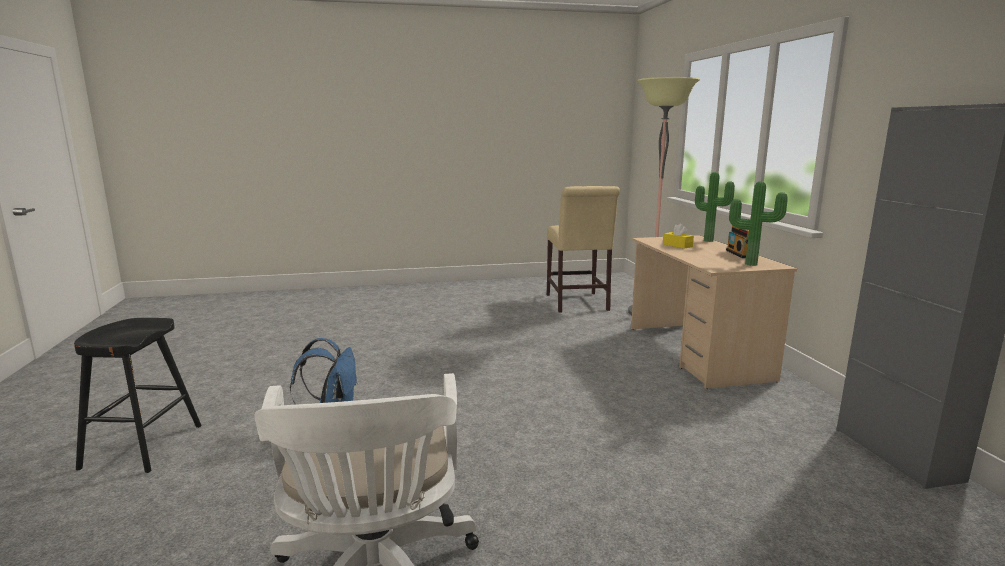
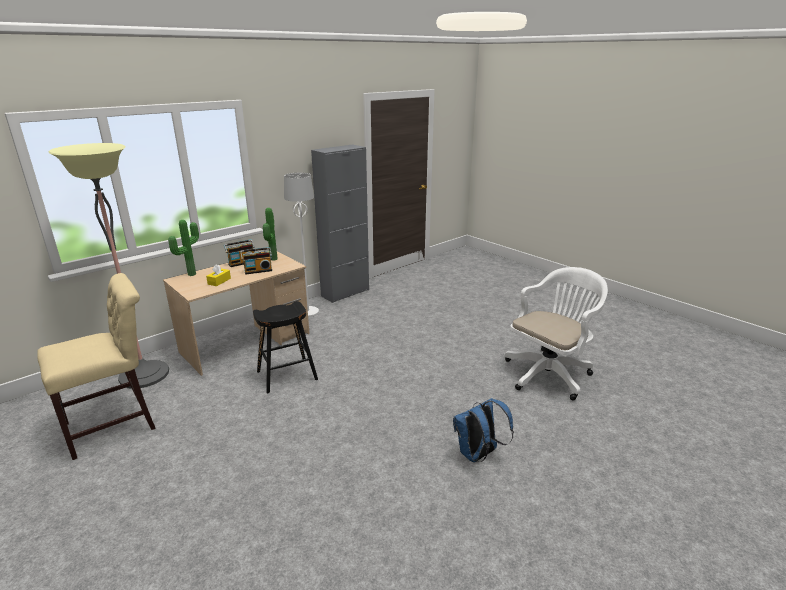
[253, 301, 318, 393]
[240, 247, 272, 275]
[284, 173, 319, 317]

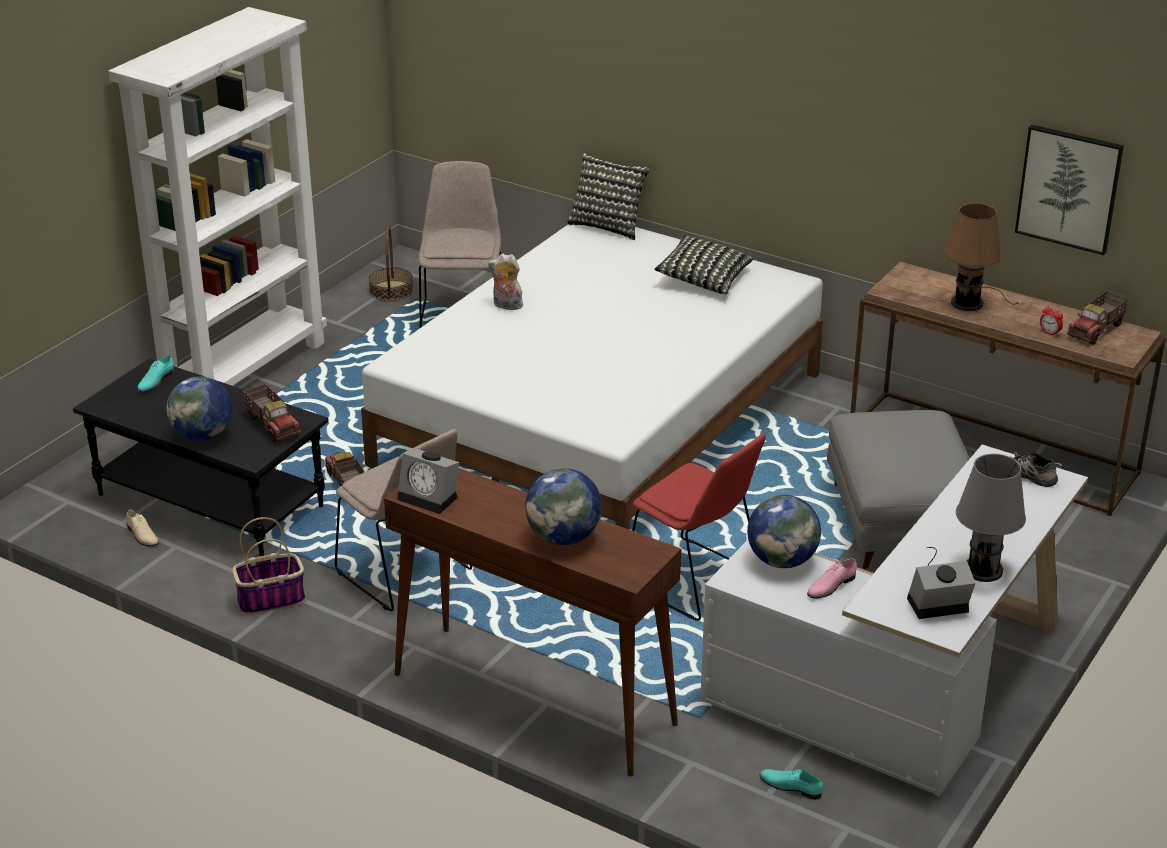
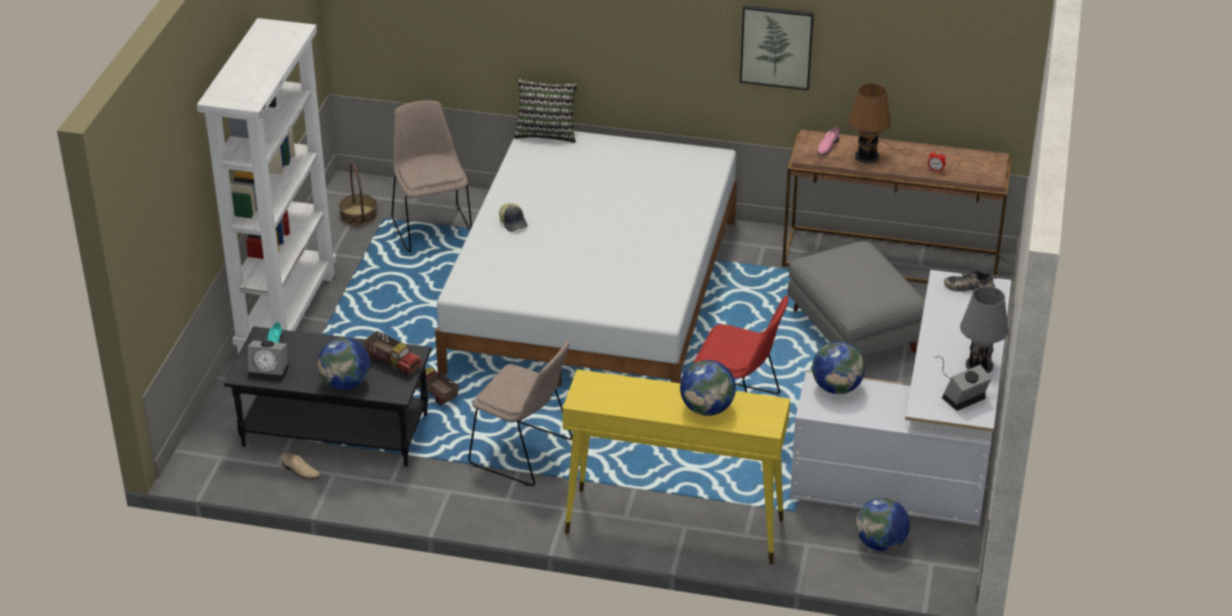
[232, 517, 305, 615] (first image)
[562, 369, 790, 565]
[248, 340, 289, 382]
[499, 203, 527, 232]
[654, 235, 753, 294] (first image)
[856, 498, 910, 551]
[817, 127, 839, 155]
[740, 5, 814, 90]
[1067, 291, 1129, 345] (first image)

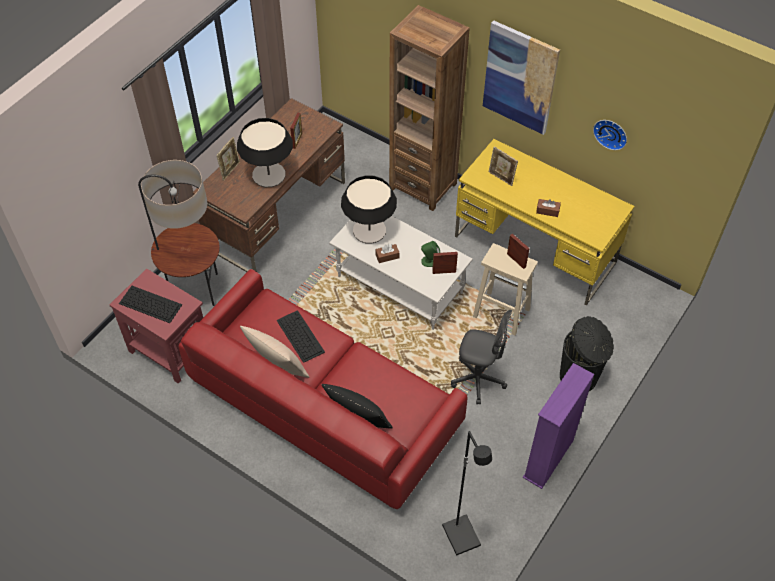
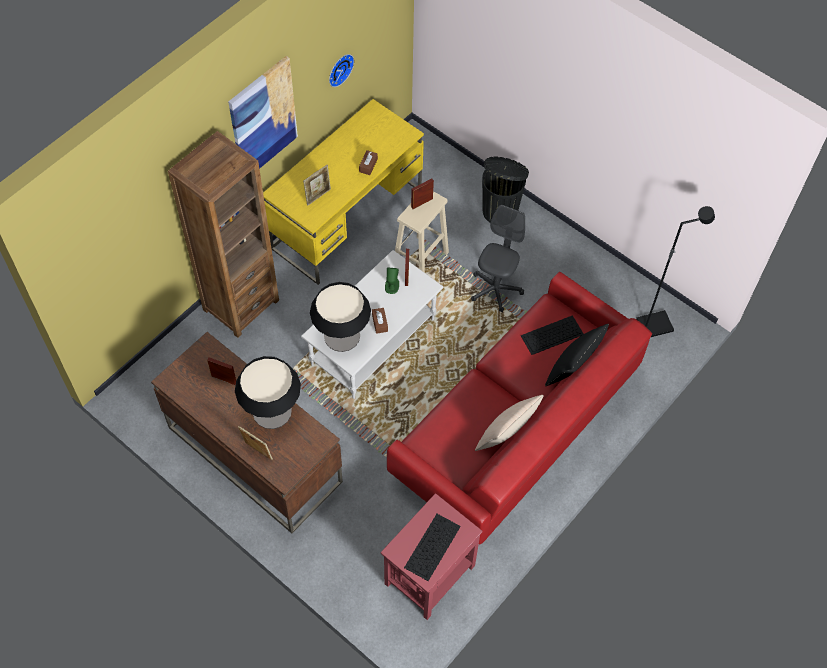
[138, 160, 220, 306] (first image)
[521, 315, 584, 355]
[523, 363, 594, 489] (first image)

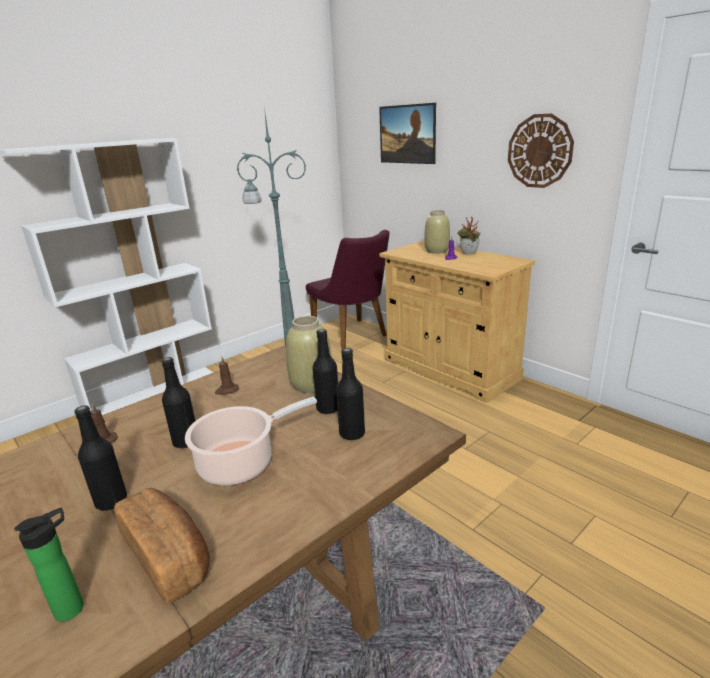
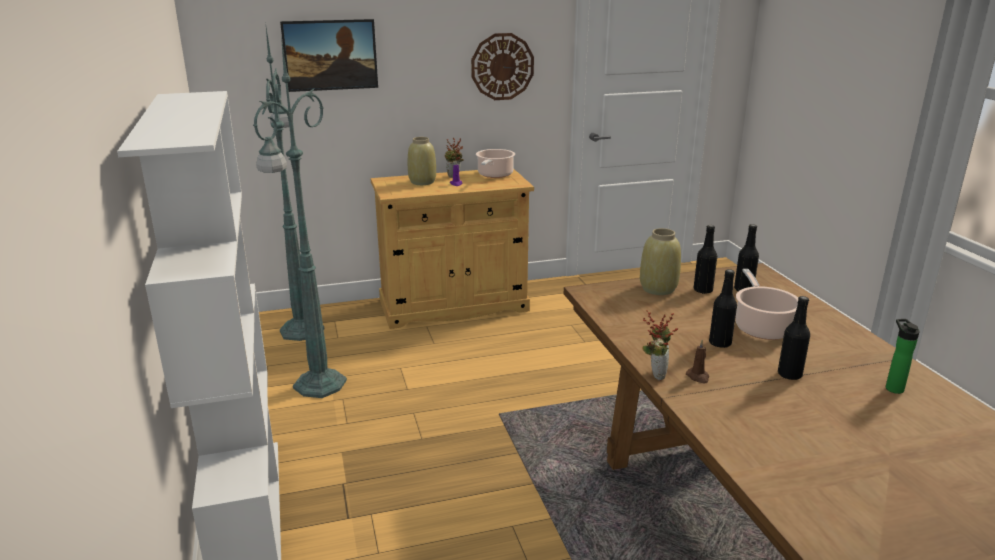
[114, 488, 210, 603] (first image)
[215, 356, 239, 395] (first image)
[266, 28, 324, 341]
[476, 149, 515, 178]
[642, 310, 678, 381]

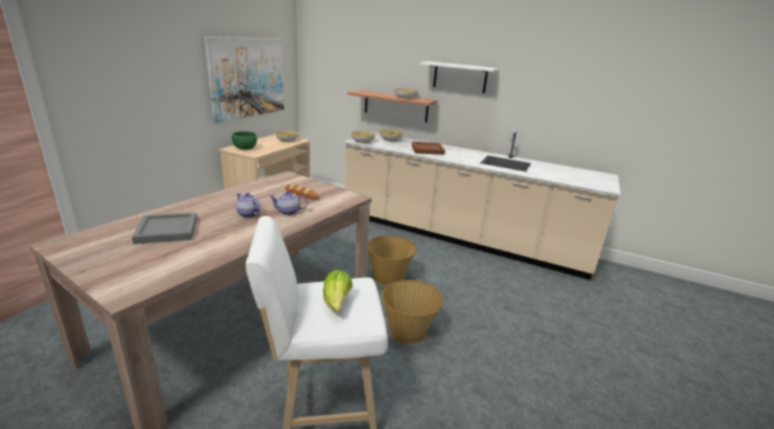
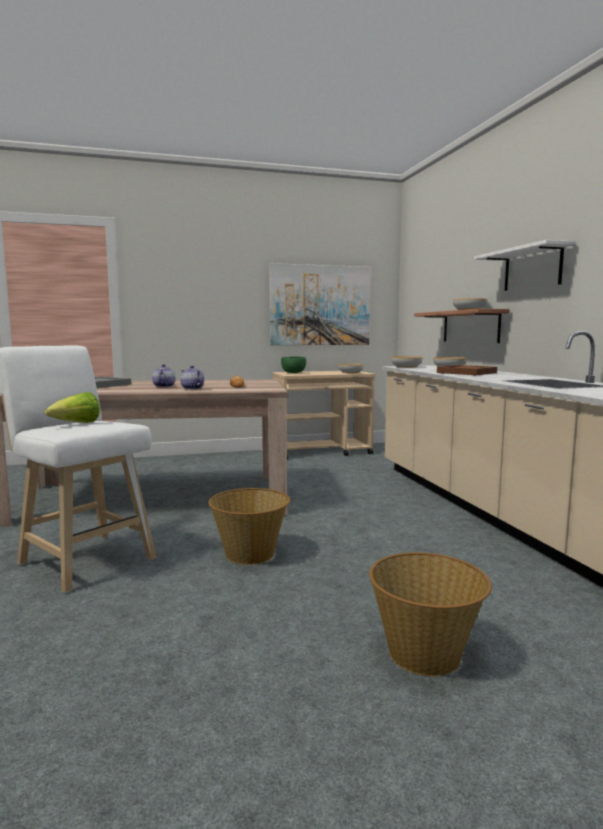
[369, 552, 492, 676]

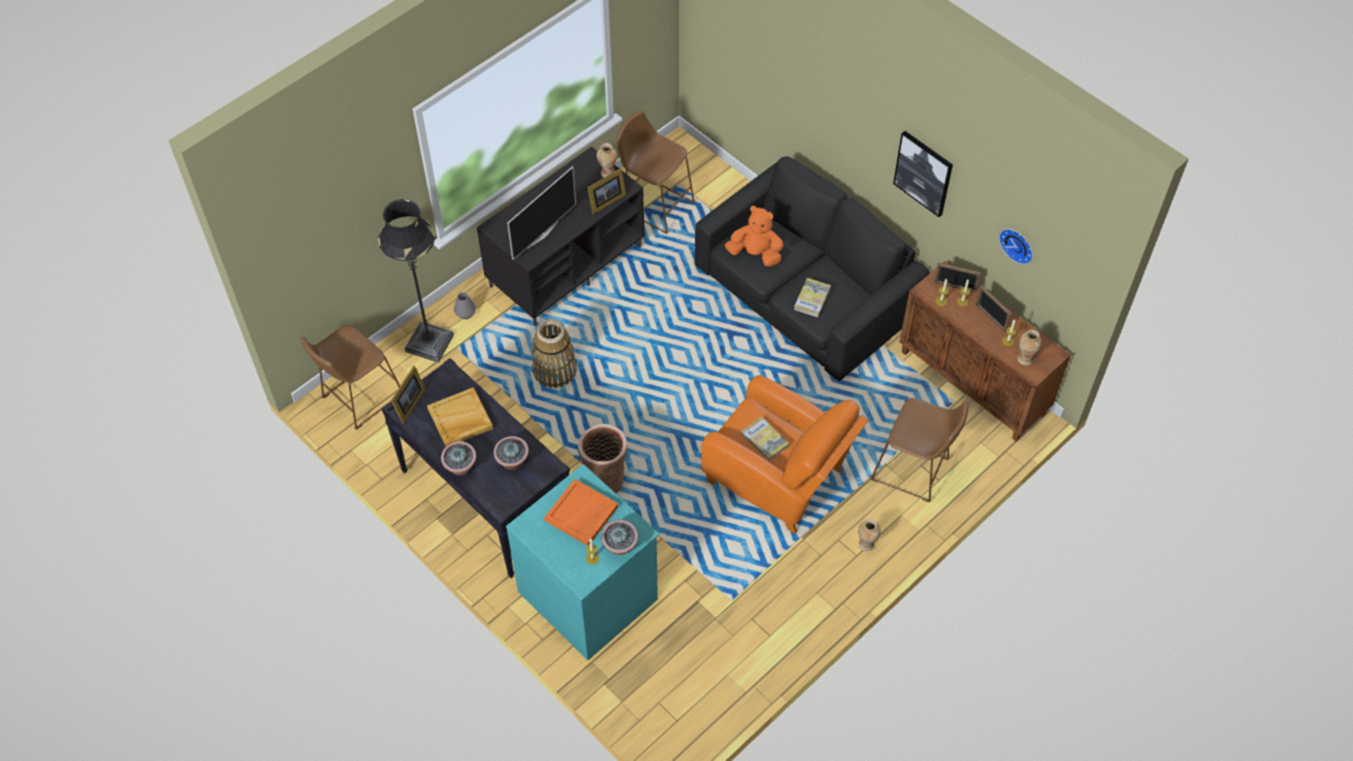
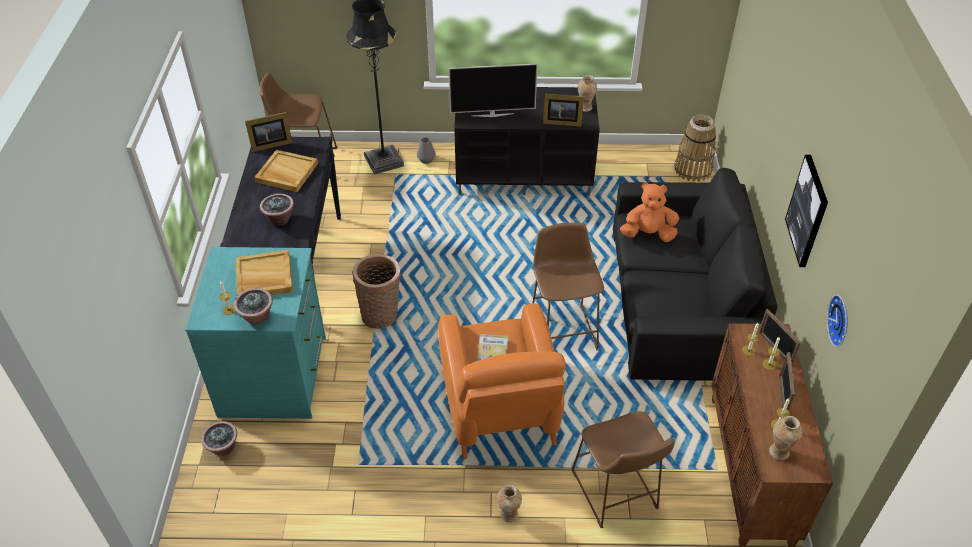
[201, 421, 237, 456]
[674, 115, 716, 182]
[236, 250, 293, 296]
[532, 223, 604, 350]
[620, 182, 679, 242]
[794, 278, 831, 317] (first image)

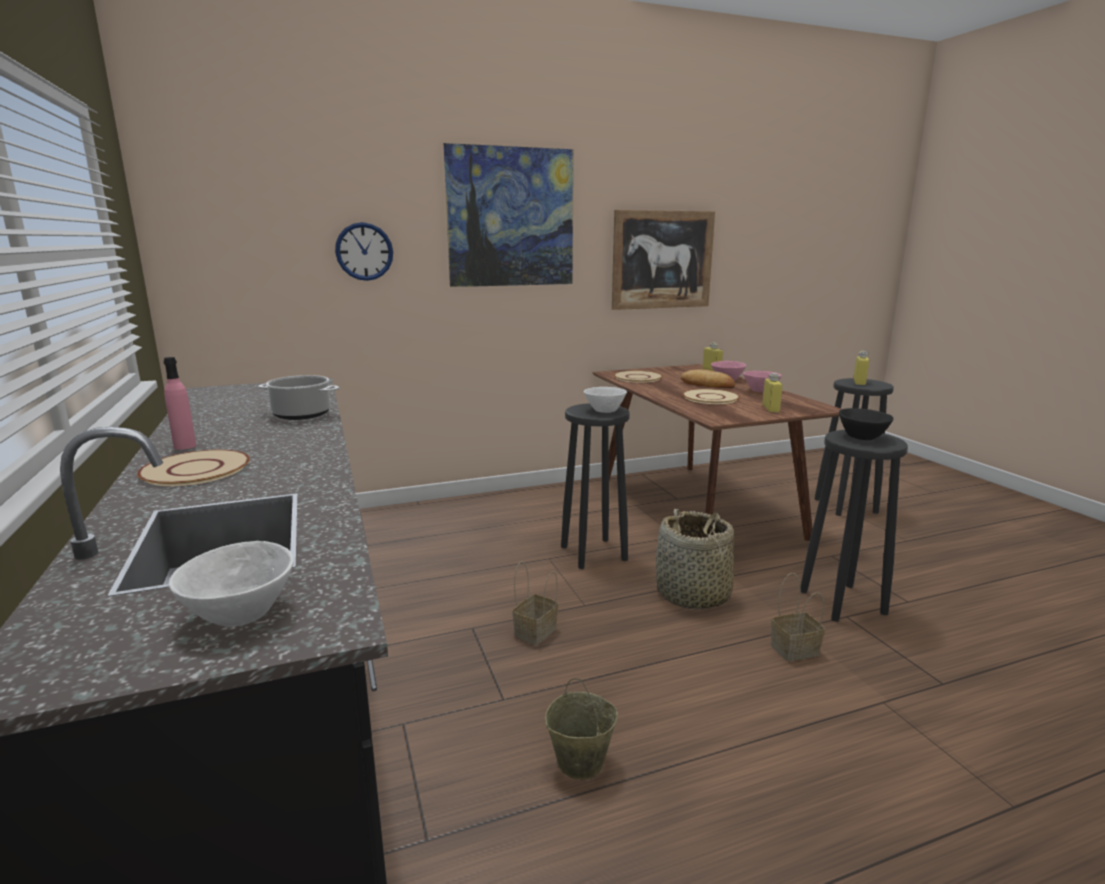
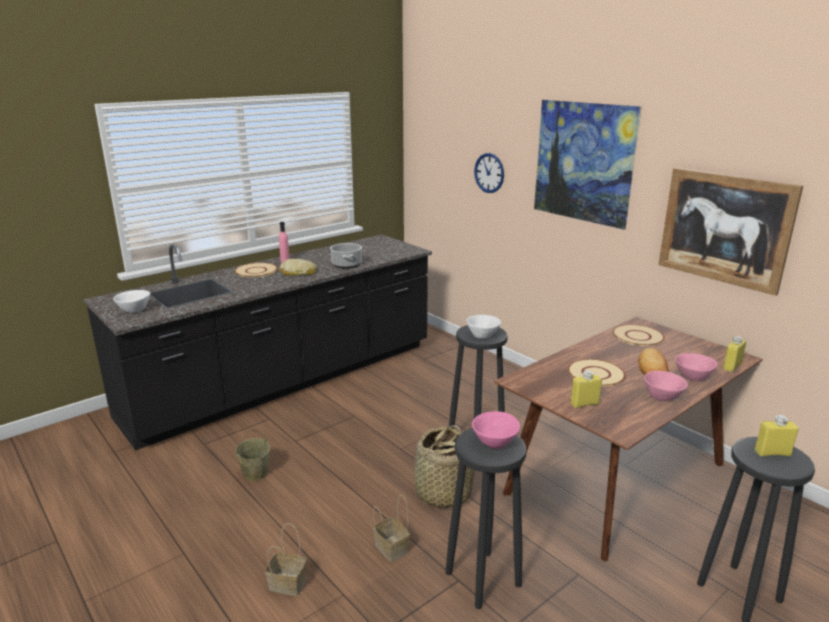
[265, 523, 307, 596]
[472, 411, 520, 449]
[280, 259, 317, 275]

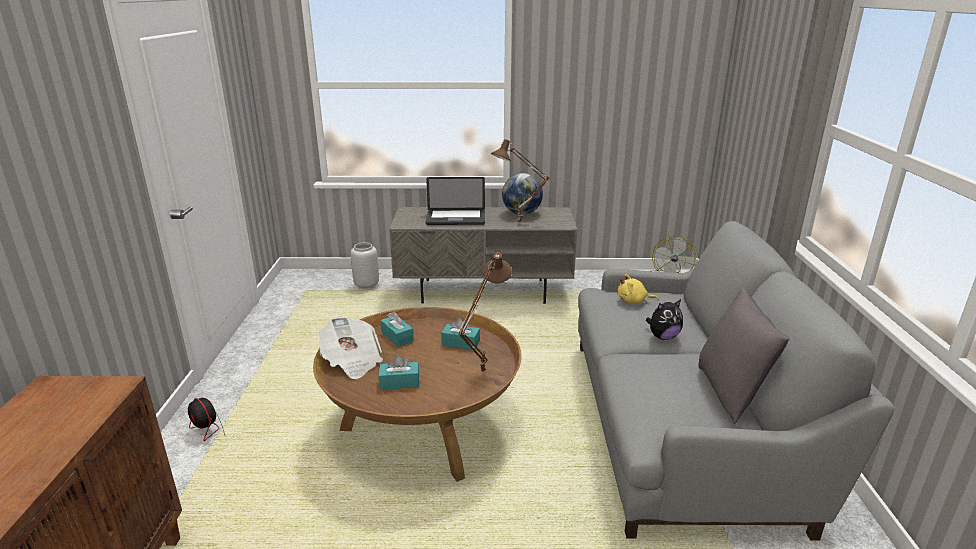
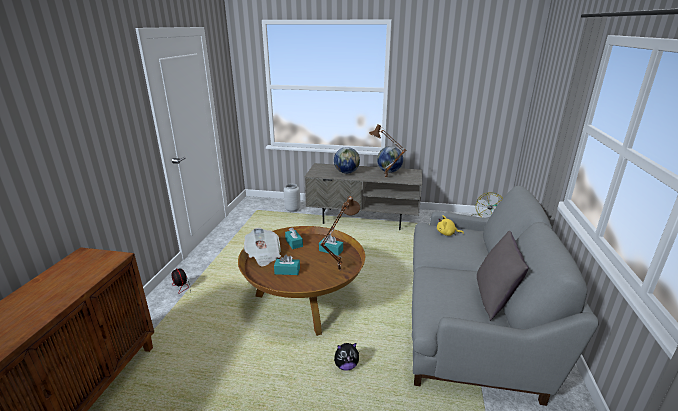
[334, 147, 360, 174]
[334, 343, 359, 371]

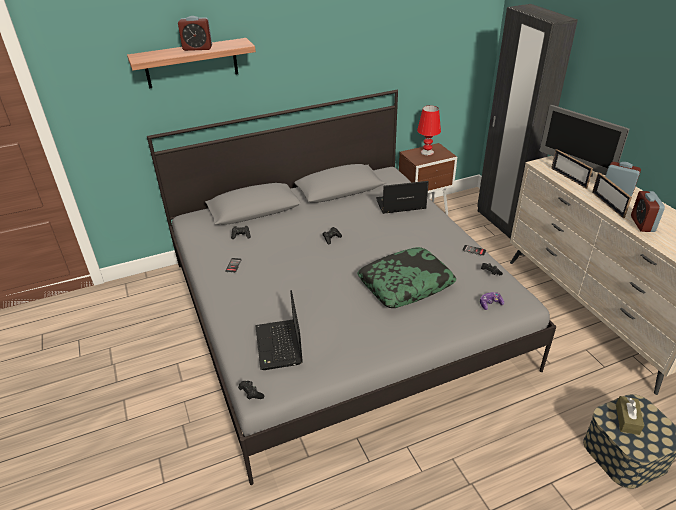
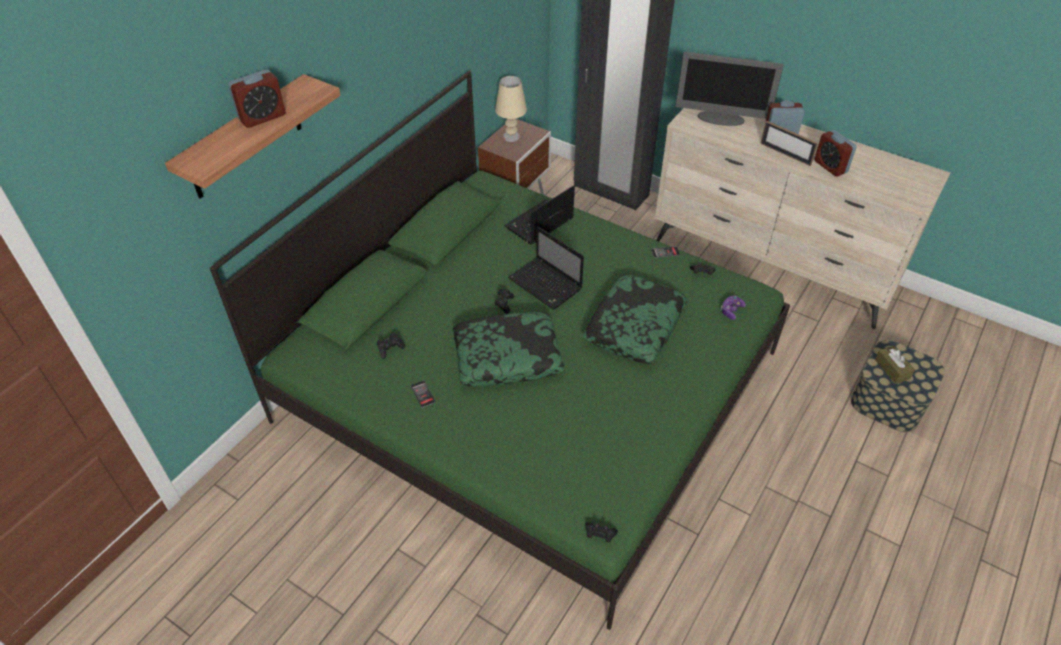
[210, 70, 790, 630]
[508, 226, 584, 310]
[495, 76, 527, 142]
[551, 149, 593, 189] (first image)
[452, 312, 564, 386]

